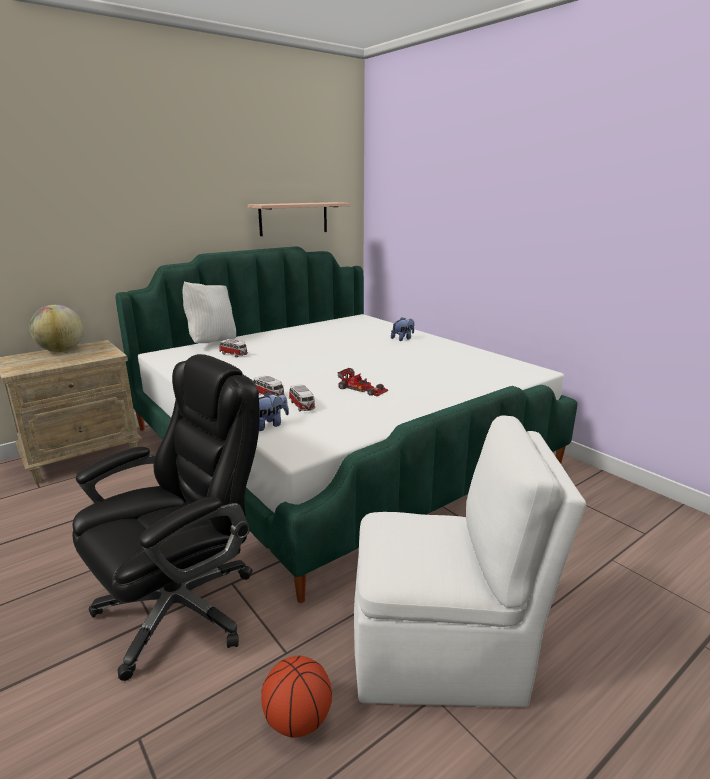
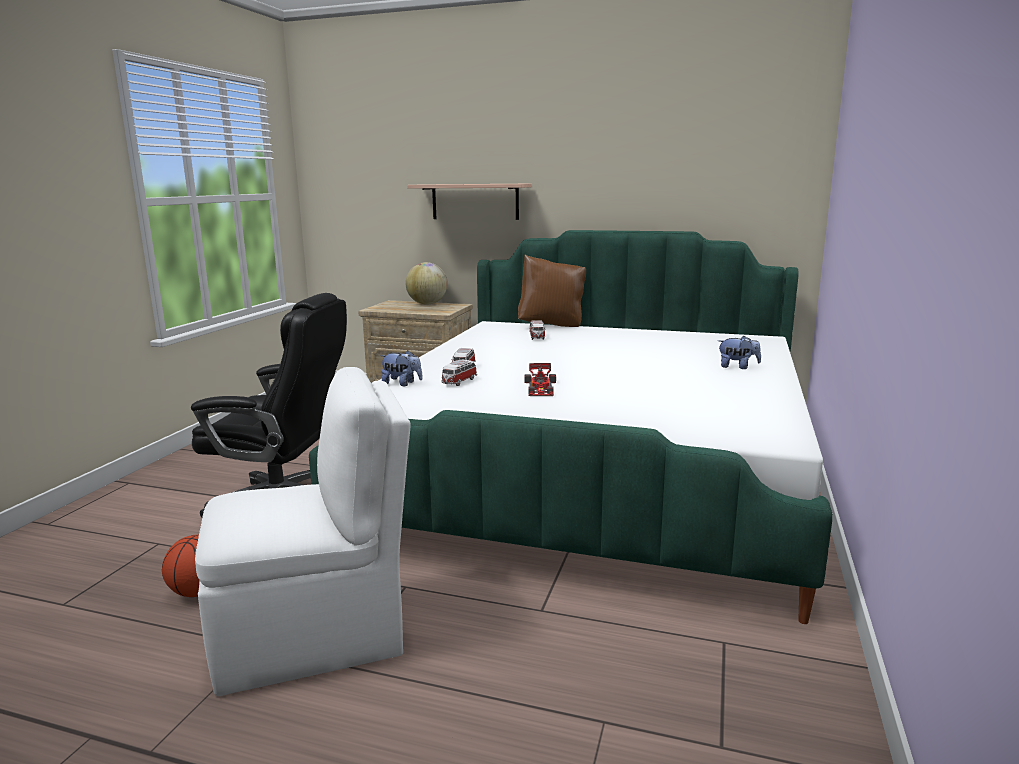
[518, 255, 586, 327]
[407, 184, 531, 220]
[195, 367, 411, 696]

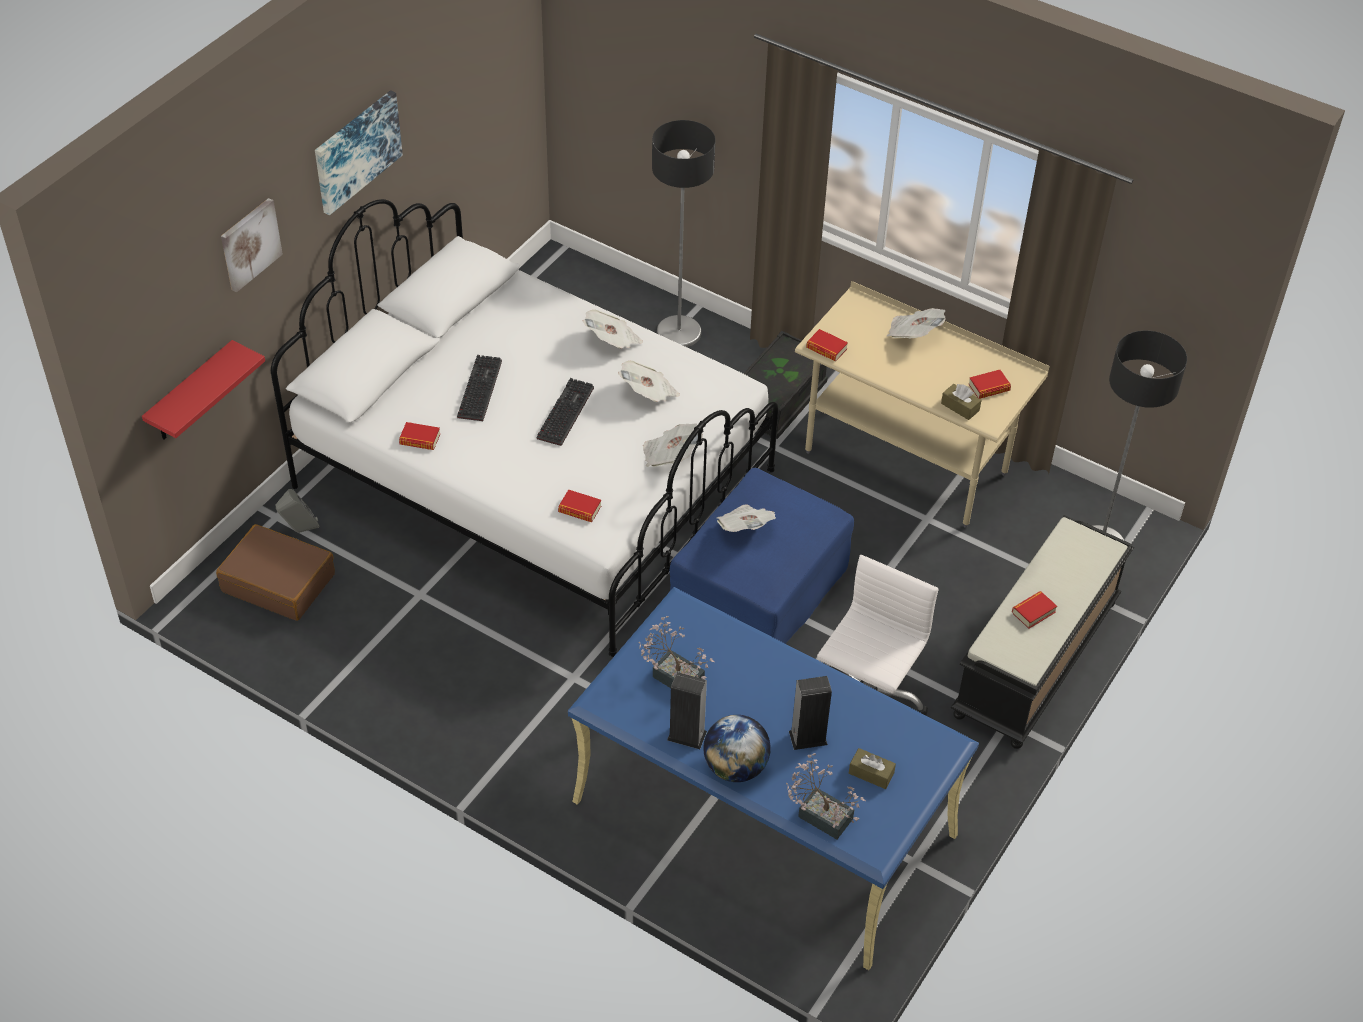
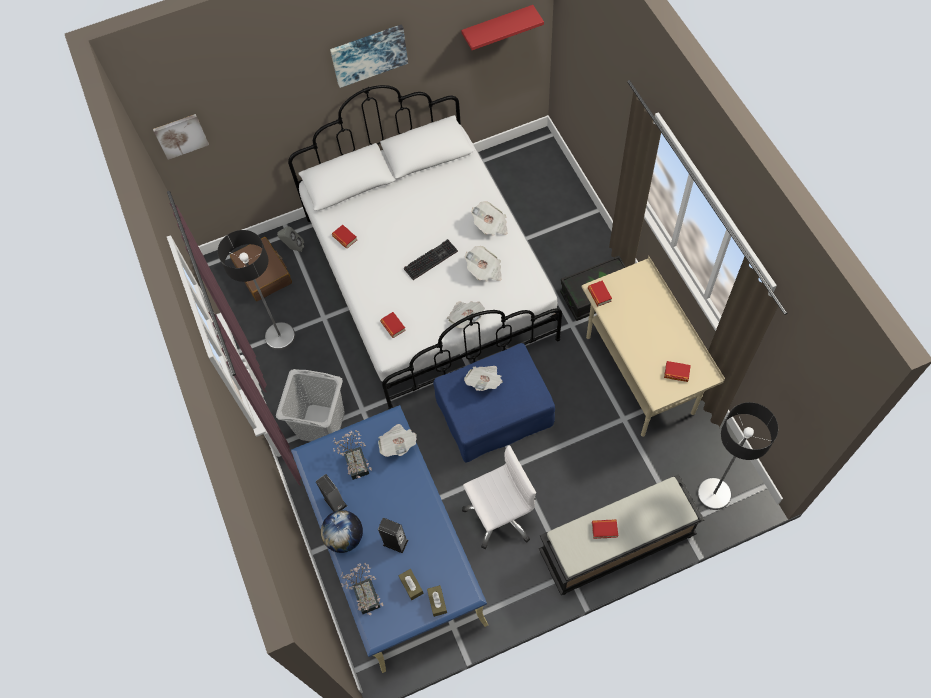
[461, 5, 544, 50]
[153, 114, 209, 160]
[457, 355, 502, 421] (first image)
[218, 230, 295, 350]
[378, 424, 417, 457]
[427, 585, 447, 617]
[276, 369, 345, 442]

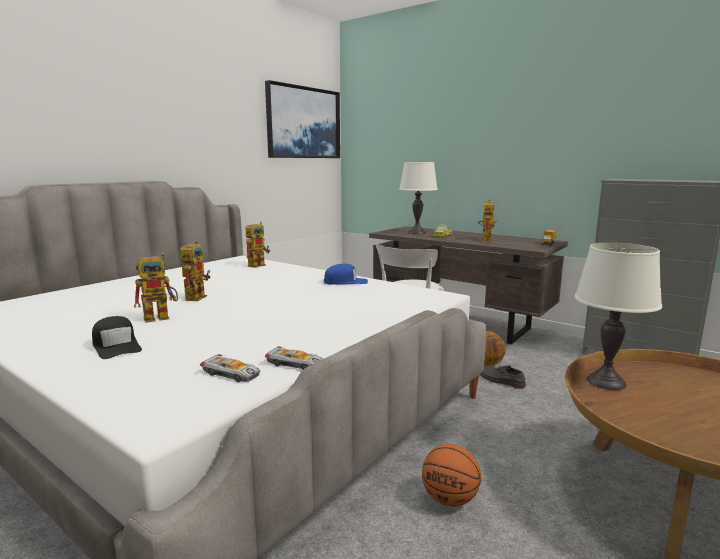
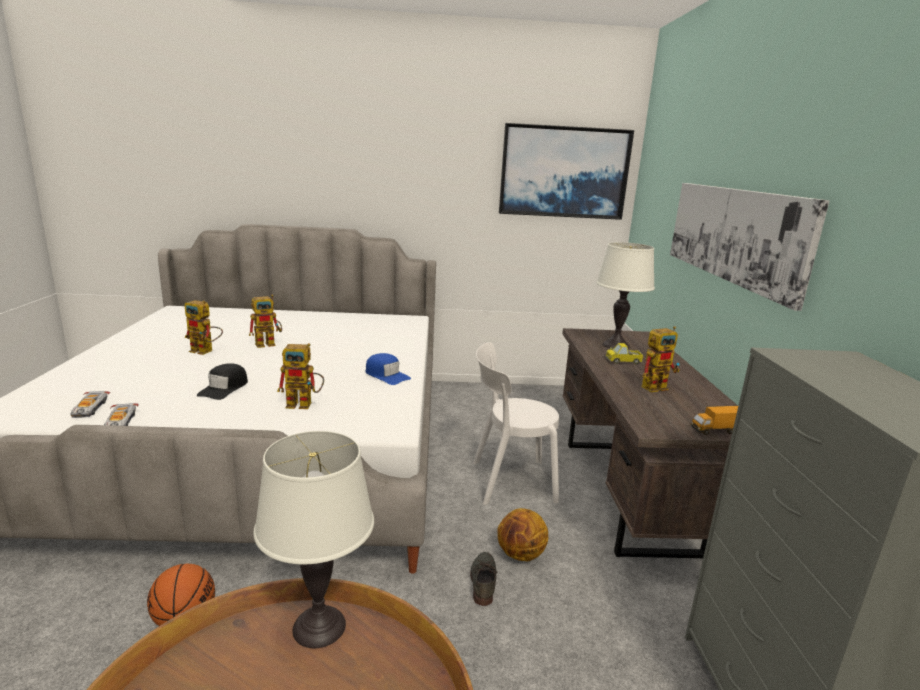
[197, 363, 248, 400]
[277, 343, 324, 409]
[670, 183, 830, 311]

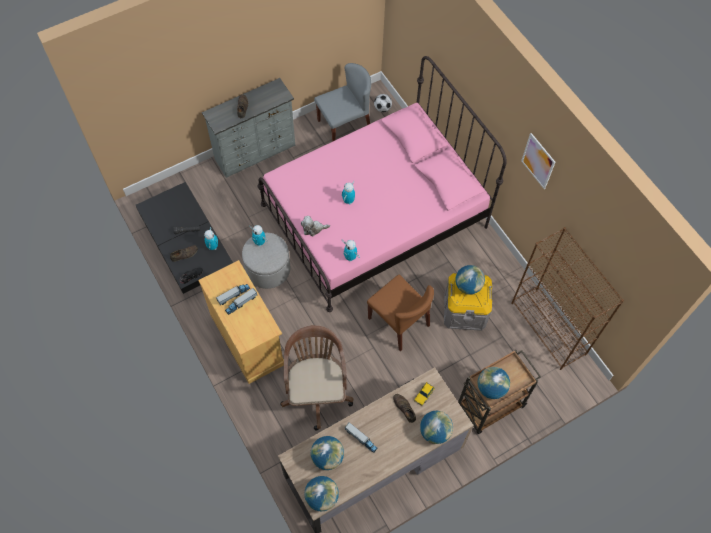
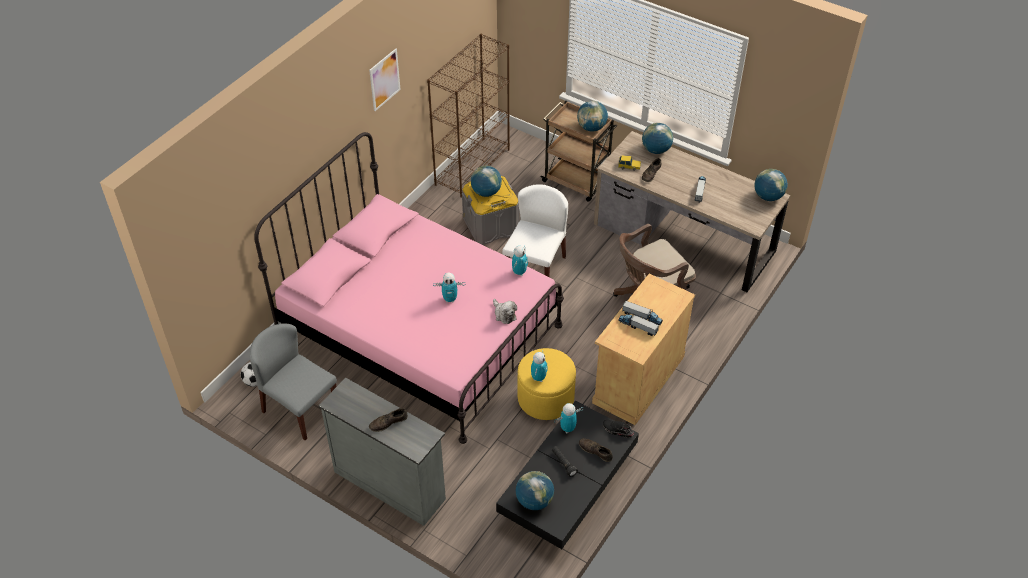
[517, 348, 576, 420]
[516, 471, 554, 510]
[502, 184, 568, 277]

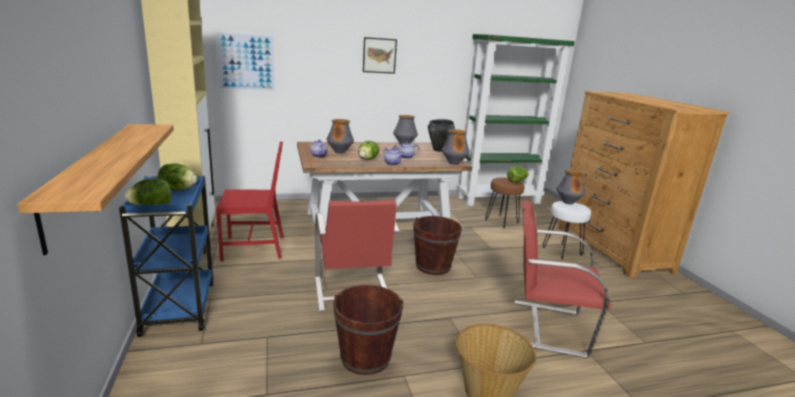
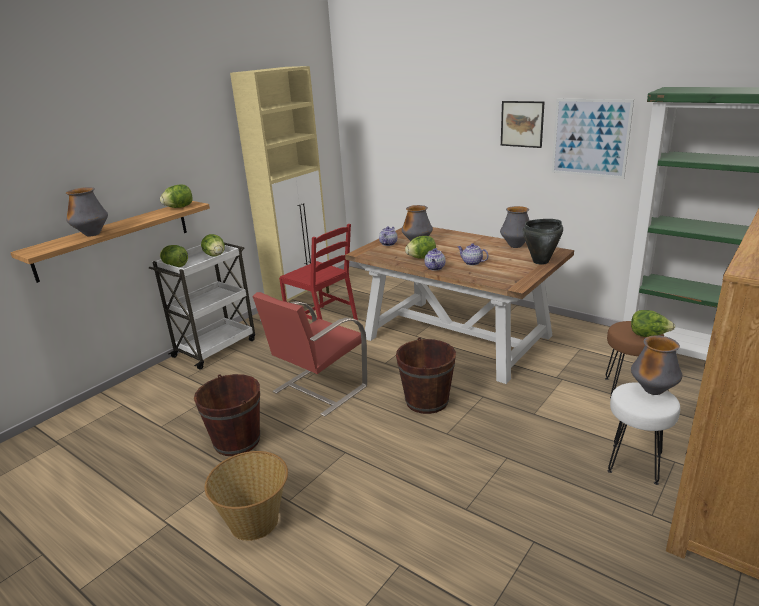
[149, 243, 255, 370]
[552, 99, 634, 179]
[66, 187, 108, 236]
[515, 200, 611, 358] (first image)
[160, 185, 193, 208]

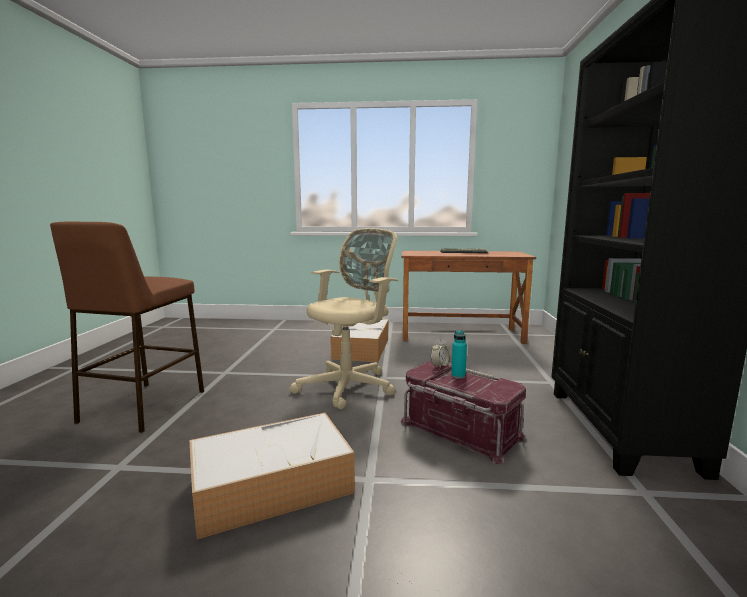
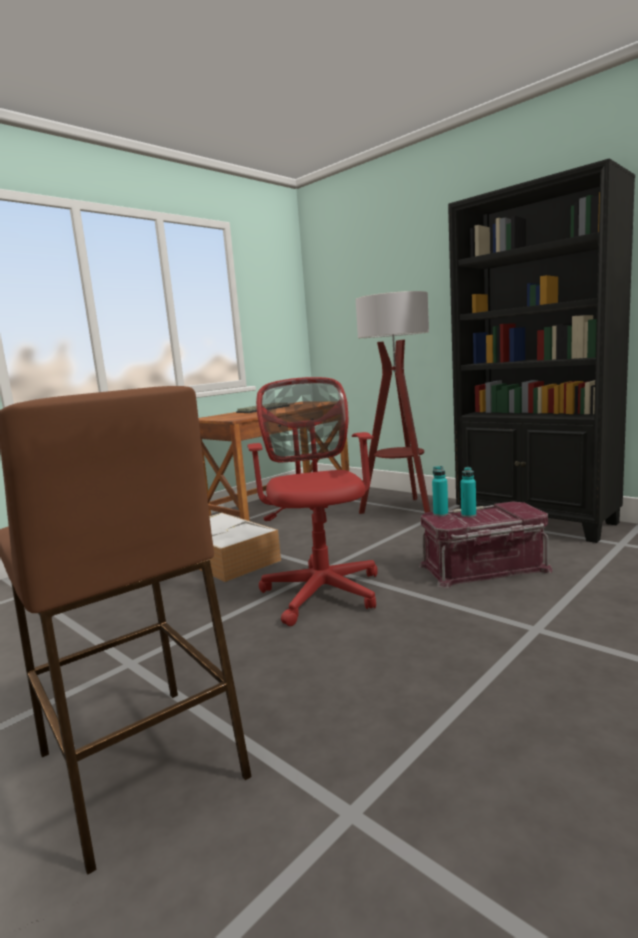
[190, 413, 355, 539] (first image)
[247, 377, 378, 626]
[432, 466, 448, 516]
[356, 291, 430, 514]

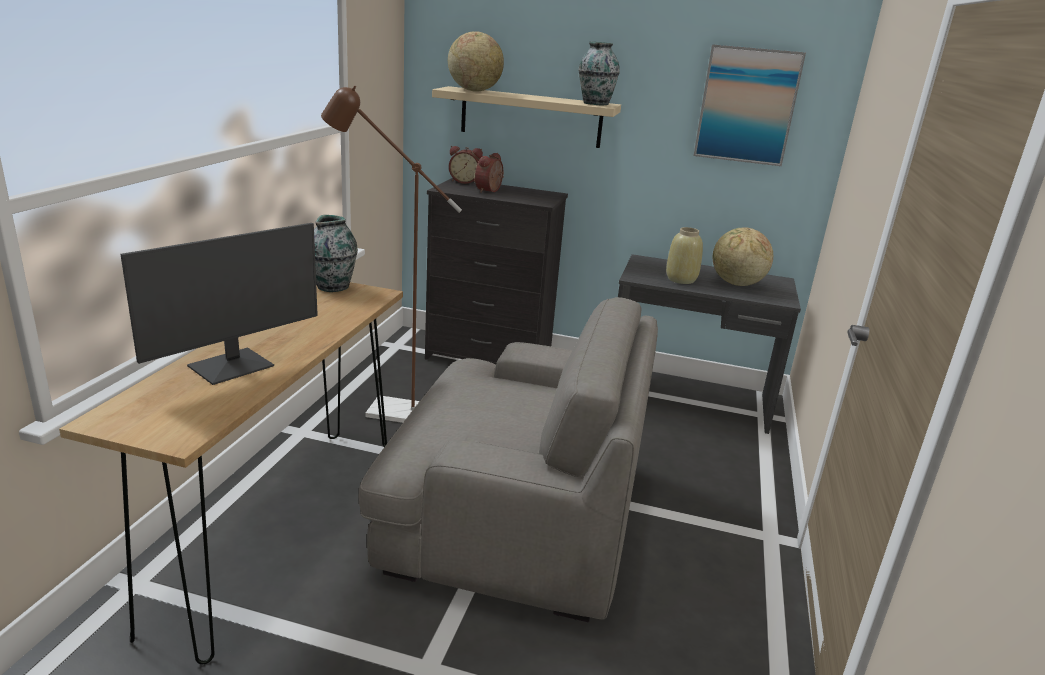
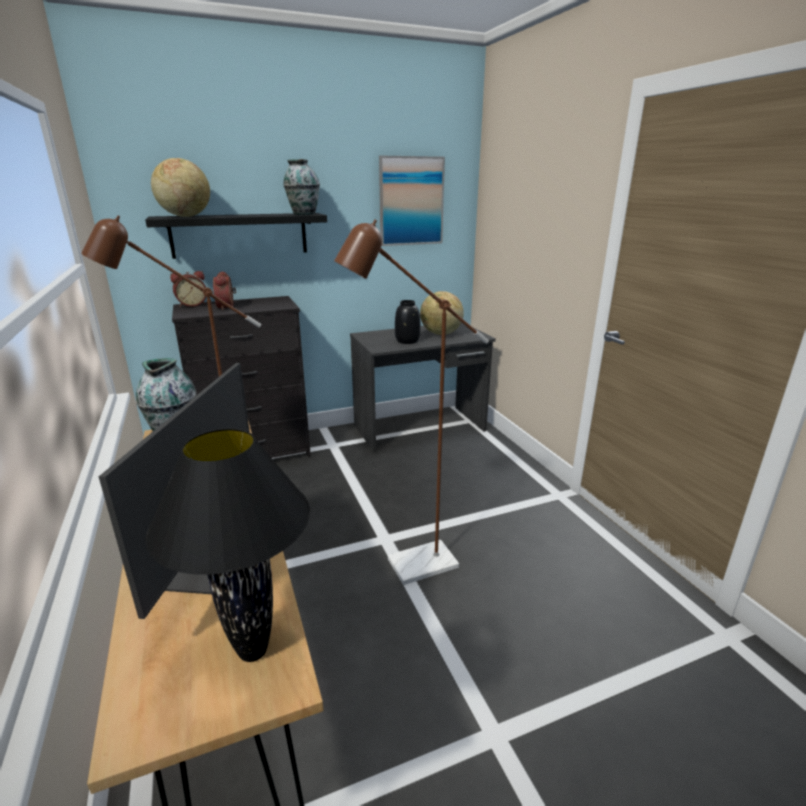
[334, 220, 489, 585]
[145, 213, 327, 259]
[395, 300, 421, 344]
[145, 428, 310, 662]

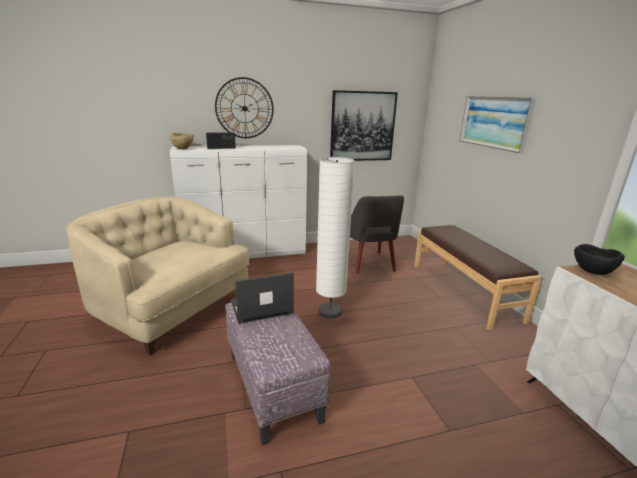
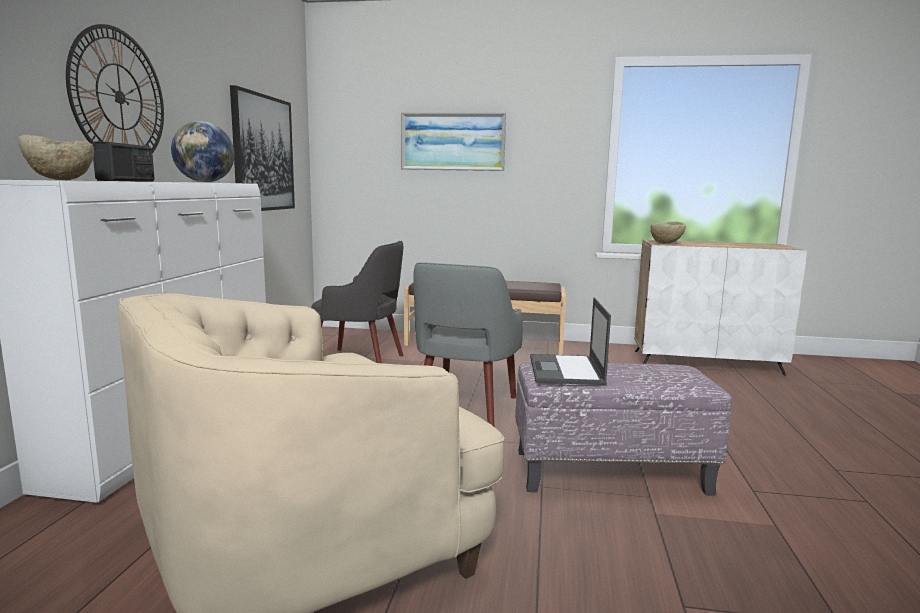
[413, 263, 523, 426]
[651, 221, 686, 244]
[171, 121, 235, 182]

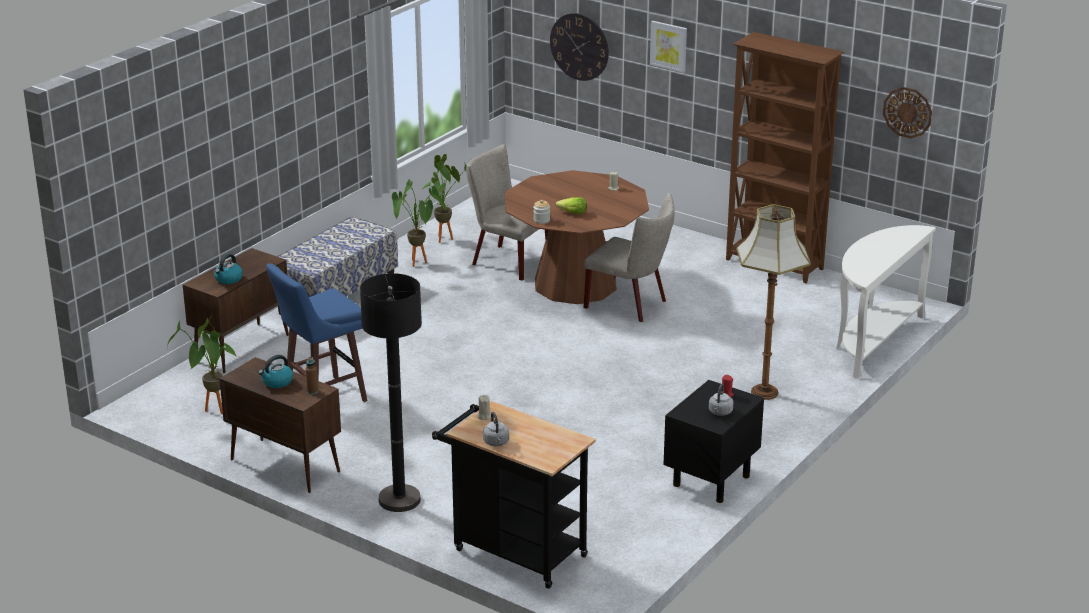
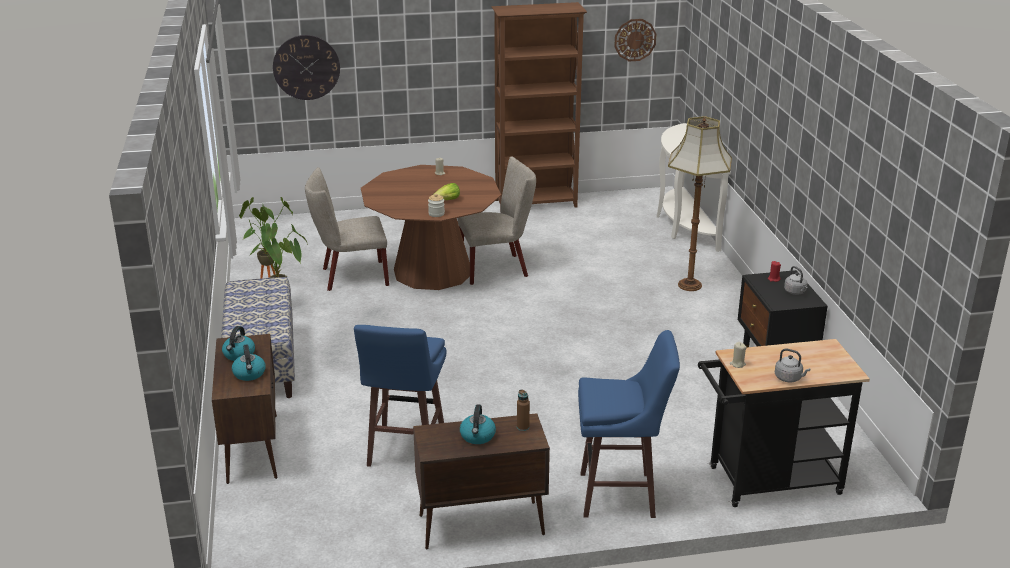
[167, 315, 236, 414] (first image)
[578, 330, 680, 518]
[650, 21, 687, 73] (first image)
[222, 326, 255, 361]

